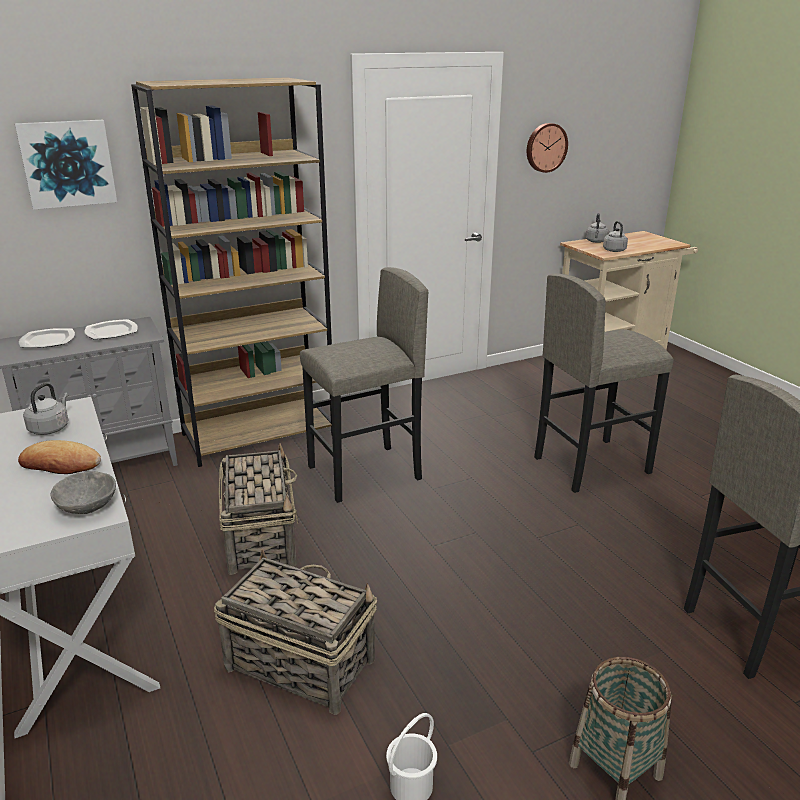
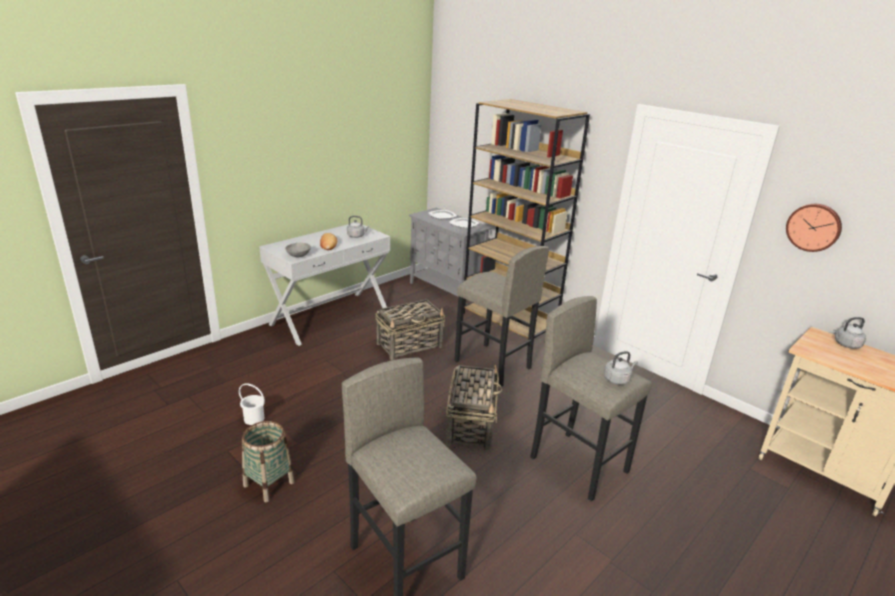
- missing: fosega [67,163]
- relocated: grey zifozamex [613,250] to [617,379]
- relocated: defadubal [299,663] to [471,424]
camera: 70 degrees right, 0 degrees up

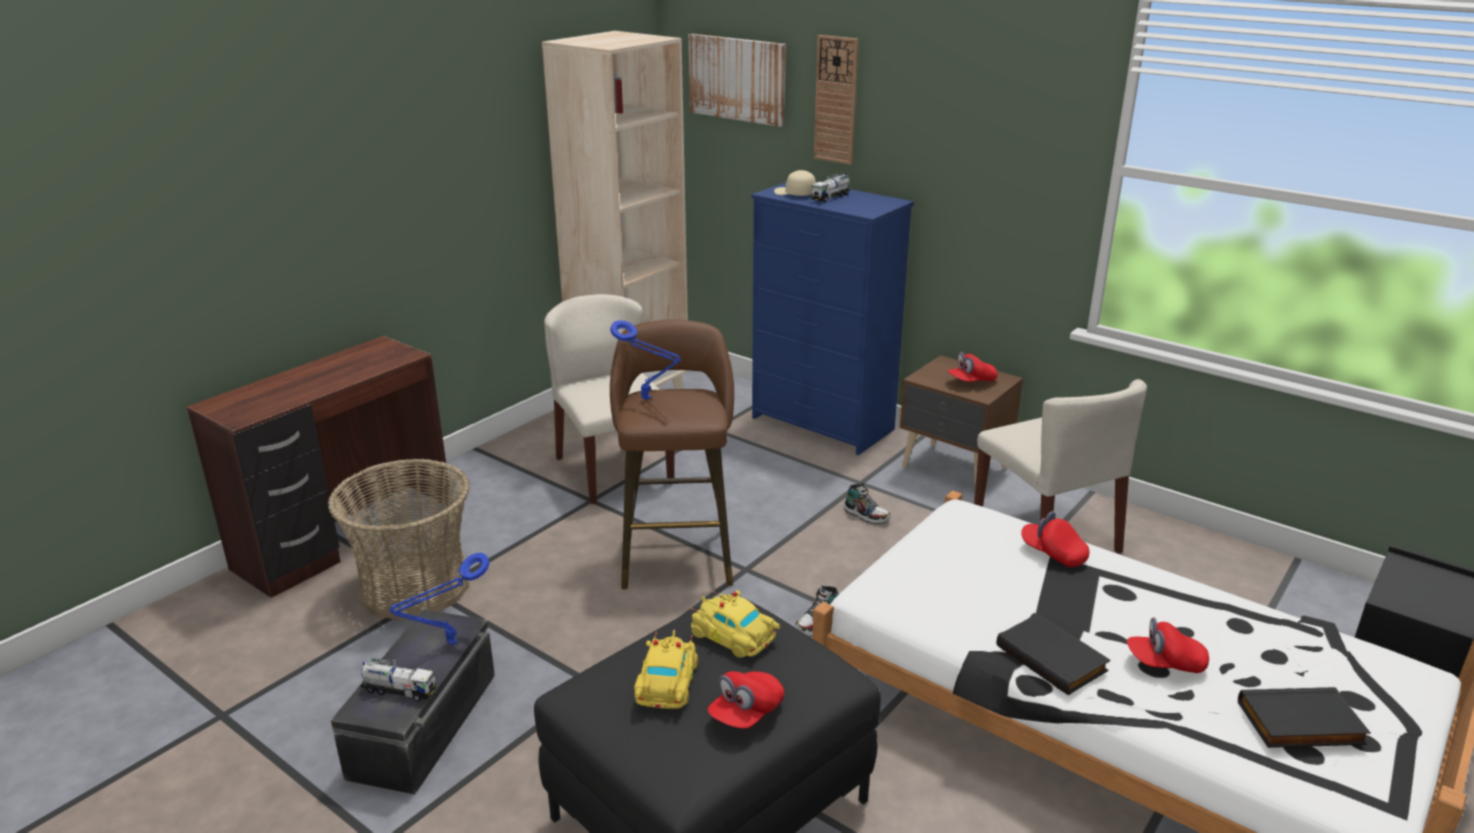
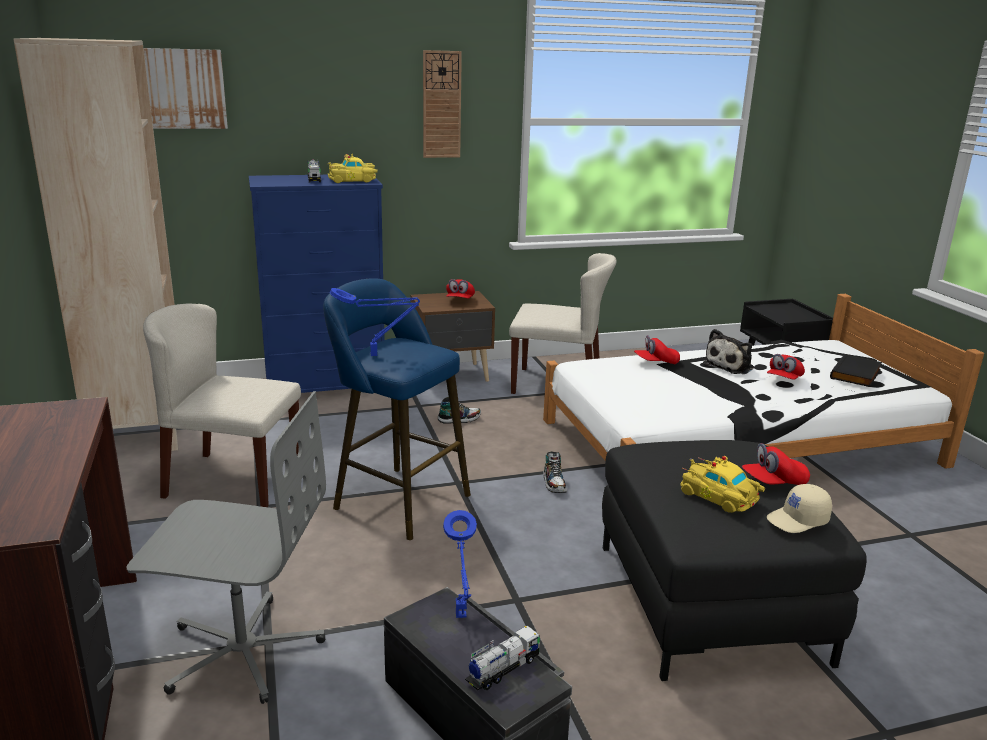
- relocated: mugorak [836,100] to [441,105]
- relocated: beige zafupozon [794,194] to [798,520]
- colour: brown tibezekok [676,552] to blue tibezekok [396,499]
- exchanged: defadubal [415,587] to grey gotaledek [242,650]
- relocated: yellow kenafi [734,637] to [353,180]
- missing: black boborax [1053,658]
- spun: red zafupozon [746,713] = [773,483] 90 degrees clockwise
- appeared: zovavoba [730,366]
camera: 55 degrees left, 5 degrees down

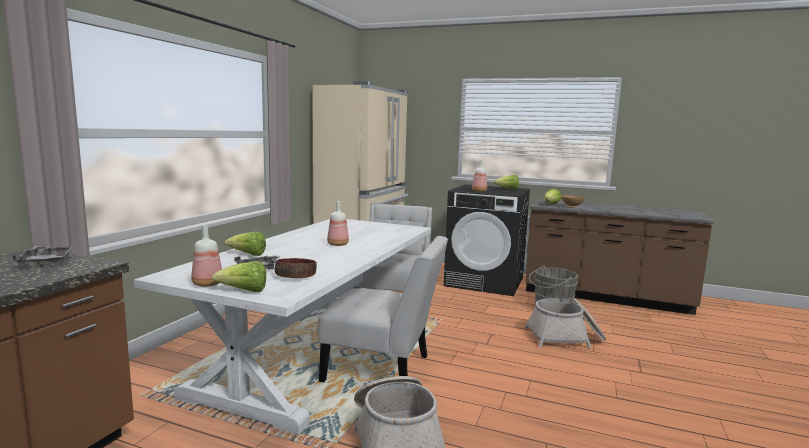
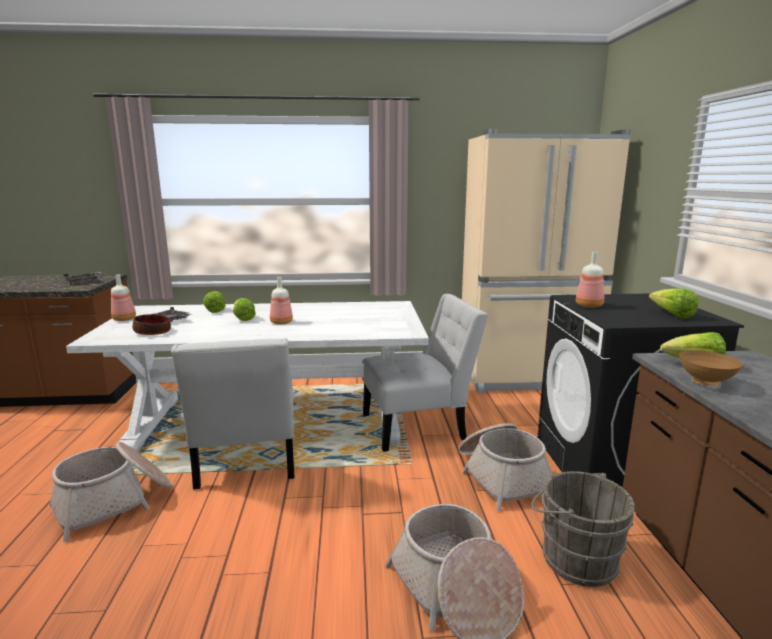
- relocated: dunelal [244,291] to [243,318]
- appeared: defadubal [502,477]
camera: 65 degrees right, 5 degrees up

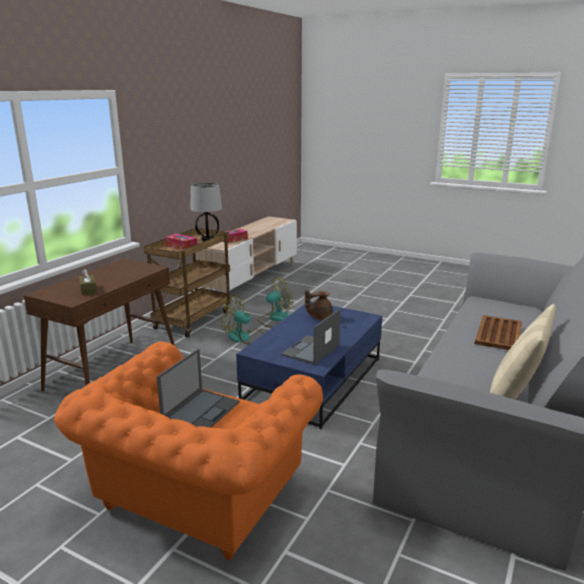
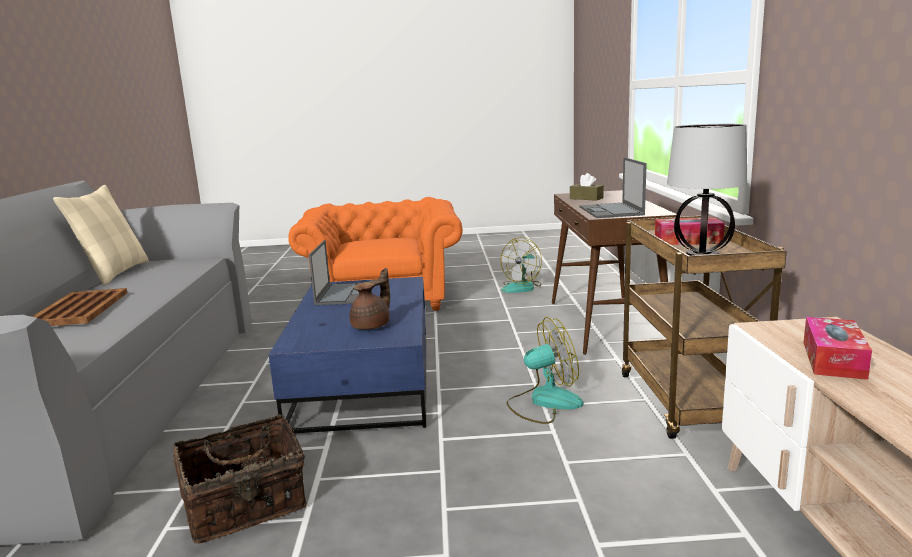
- relocated: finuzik [275,319] to [522,287]
- relocated: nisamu [201,411] to [611,211]
- appeared: defadubal [246,506]
camera: 150 degrees right, 5 degrees down

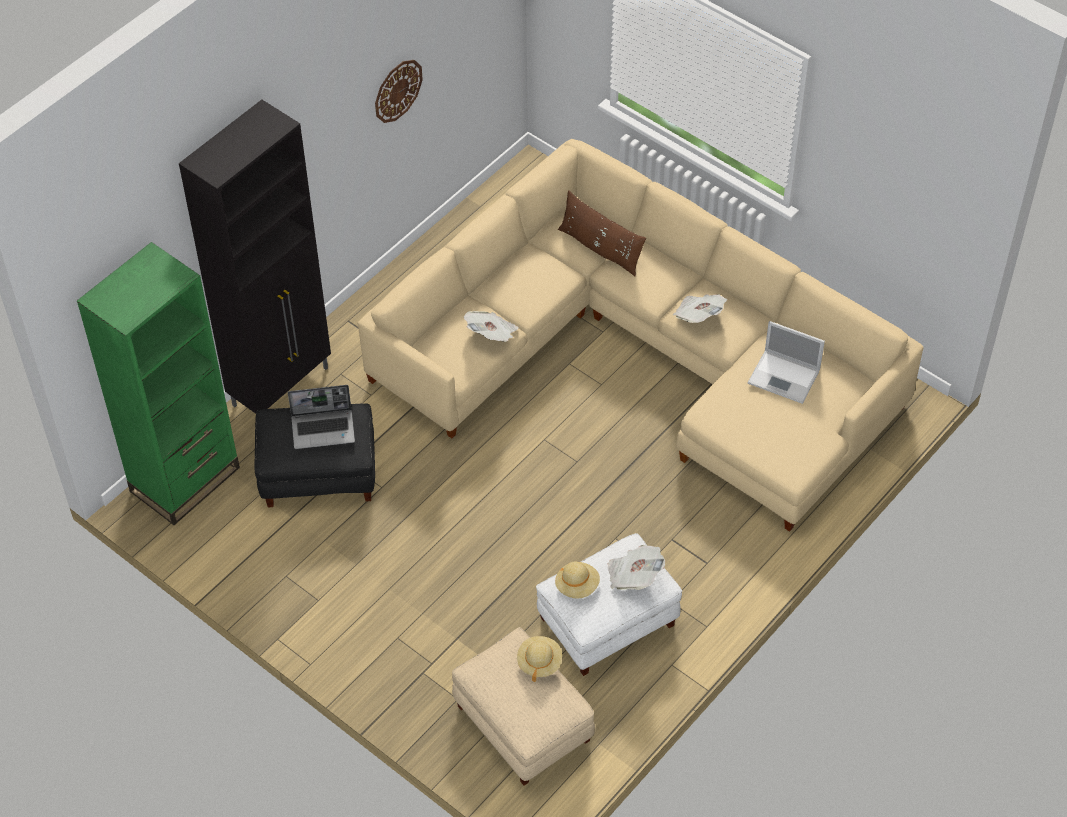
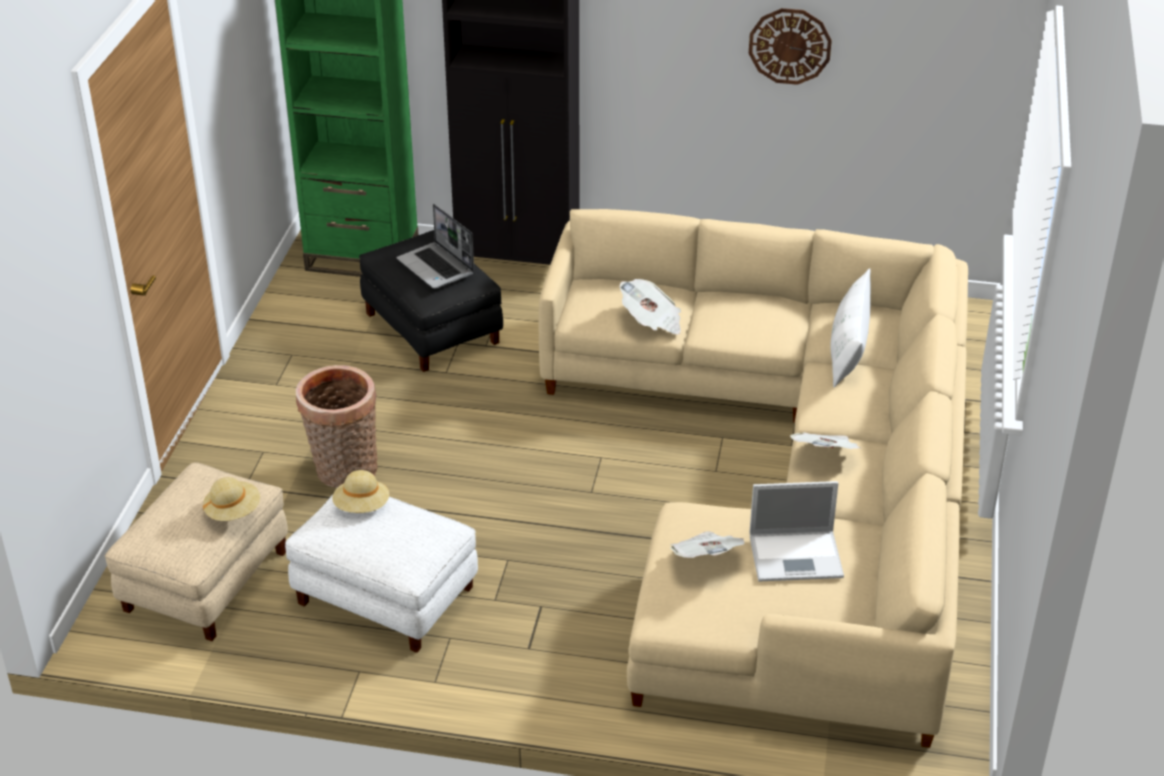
- colour: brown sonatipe [600,248] to white sonatipe [847,350]
- spun: nisamu [785,377] = [797,556] 90 degrees counterclockwise
- relocated: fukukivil [634,576] to [706,559]
- appeared: defadubal [344,473]
camera: 60 degrees right, 15 degrees down

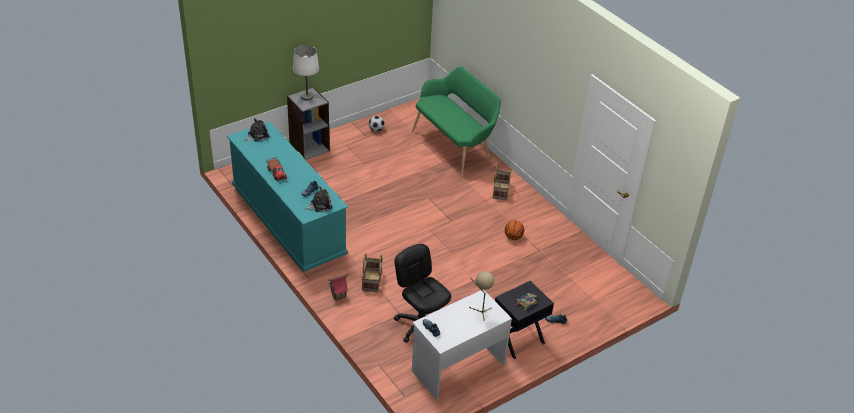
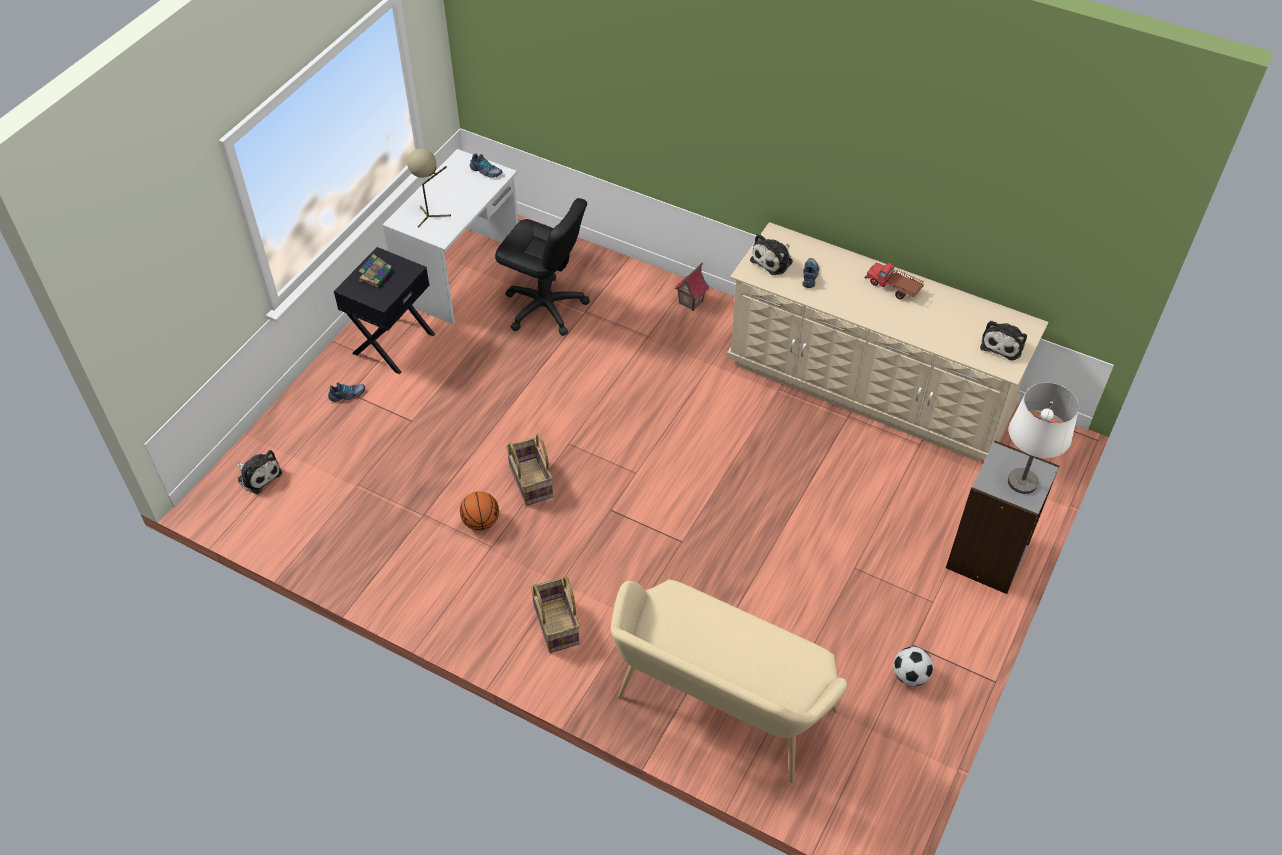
- colour: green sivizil [454,146] to beige sivizil [718,710]
- colour: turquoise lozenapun [288,221] to beige lozenapun [869,385]
- relocated: defadubal [372,281] to [530,481]
- appeared: zovavoba [258,475]
camera: 155 degrees right, 10 degrees up

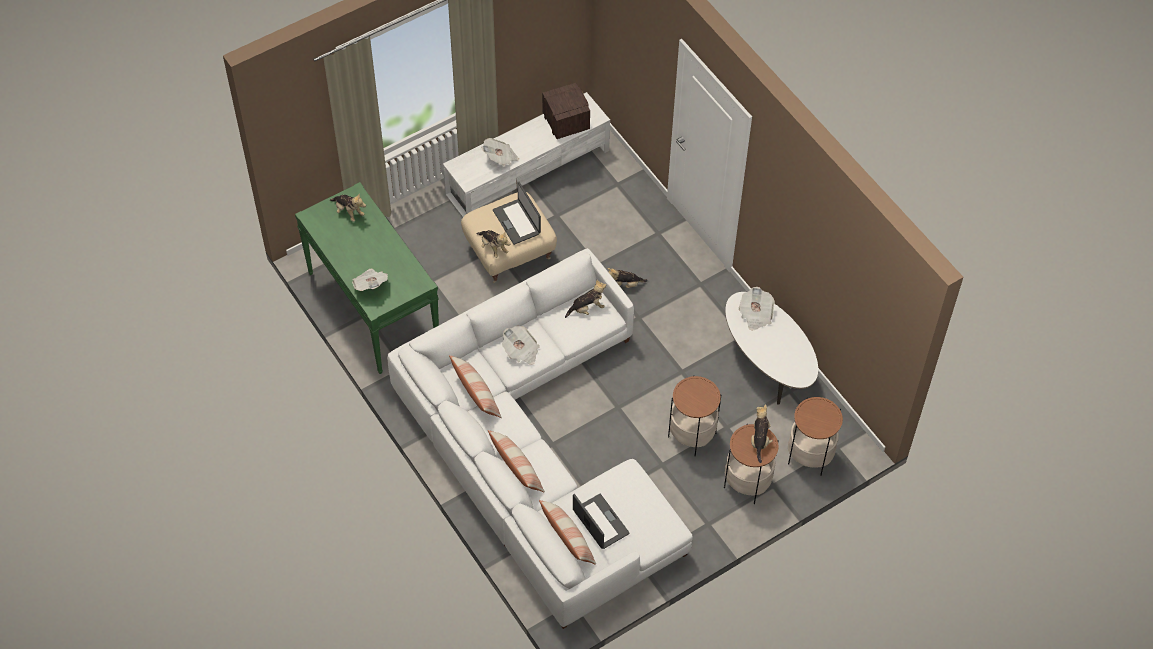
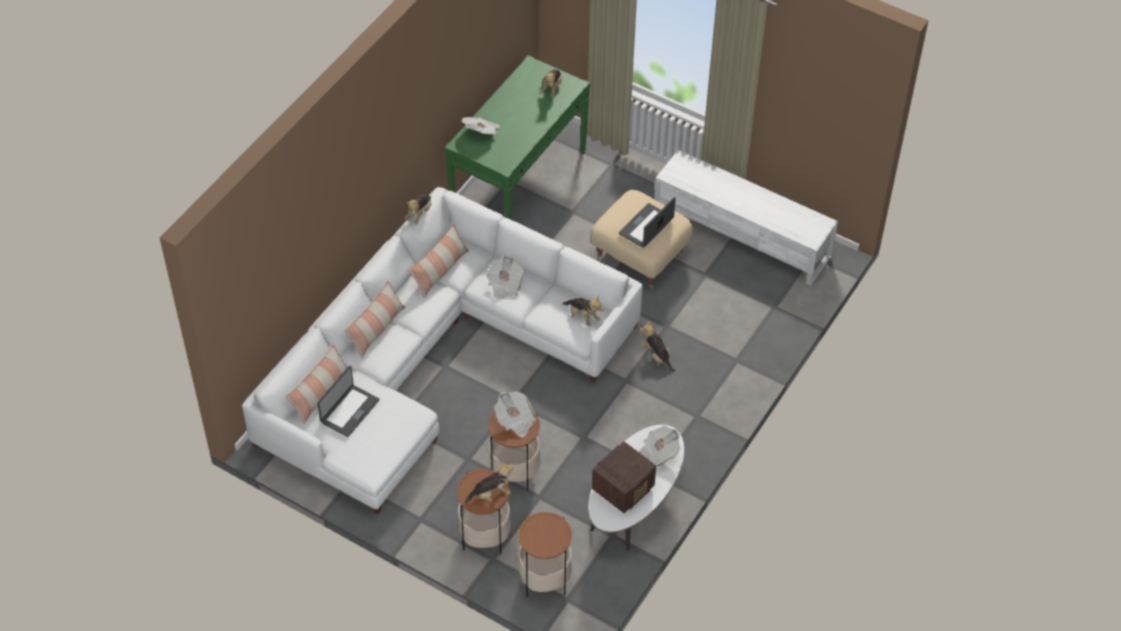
- relocated: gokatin [566,121] to [624,488]
- relocated: fukukivil [500,158] to [515,420]
- relocated: zovavoba [493,247] to [419,214]
camera: 65 degrees right, 5 degrees down

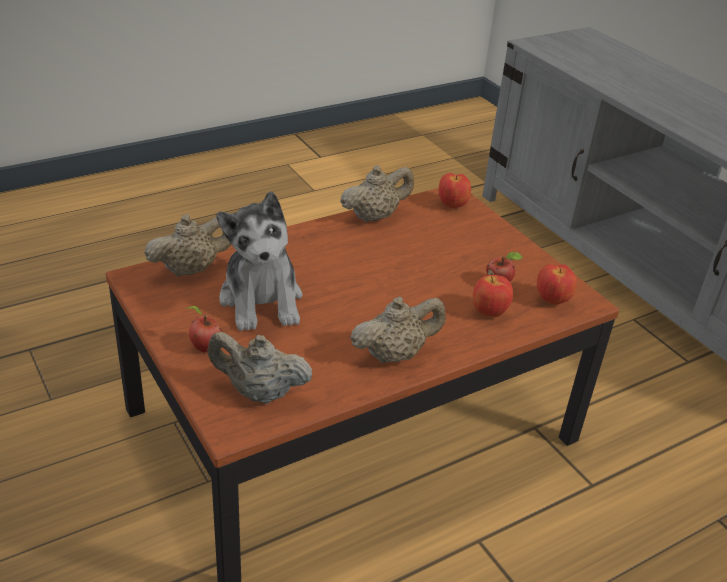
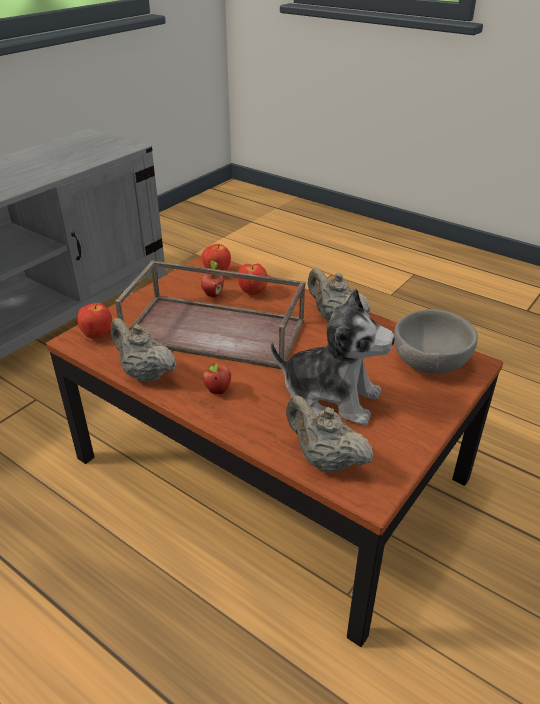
- spun: zovavoba [262,300] = [331,397] 60 degrees clockwise
- relocated: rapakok [204,348] to [218,391]
- exchanged: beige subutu [259,392] to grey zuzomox [432,362]
- appeared: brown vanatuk [217,330]
camera: 110 degrees left, 0 degrees up

